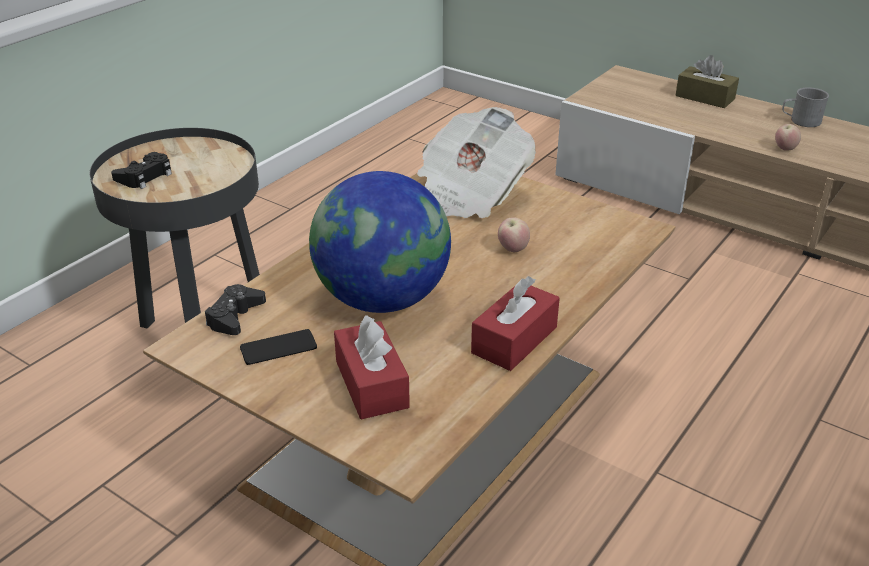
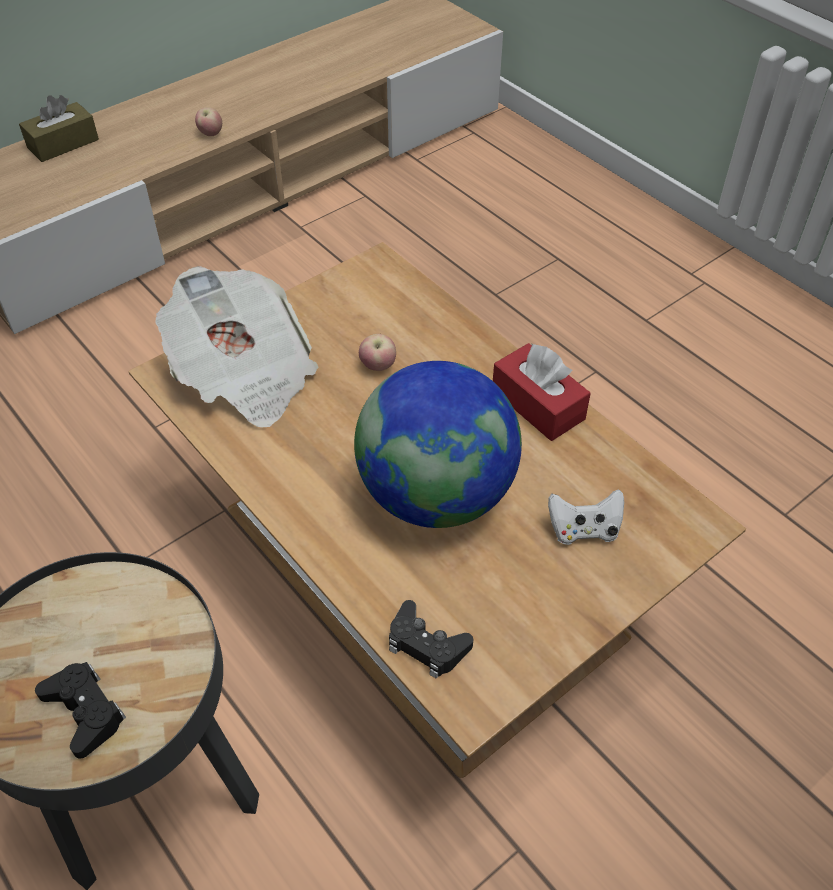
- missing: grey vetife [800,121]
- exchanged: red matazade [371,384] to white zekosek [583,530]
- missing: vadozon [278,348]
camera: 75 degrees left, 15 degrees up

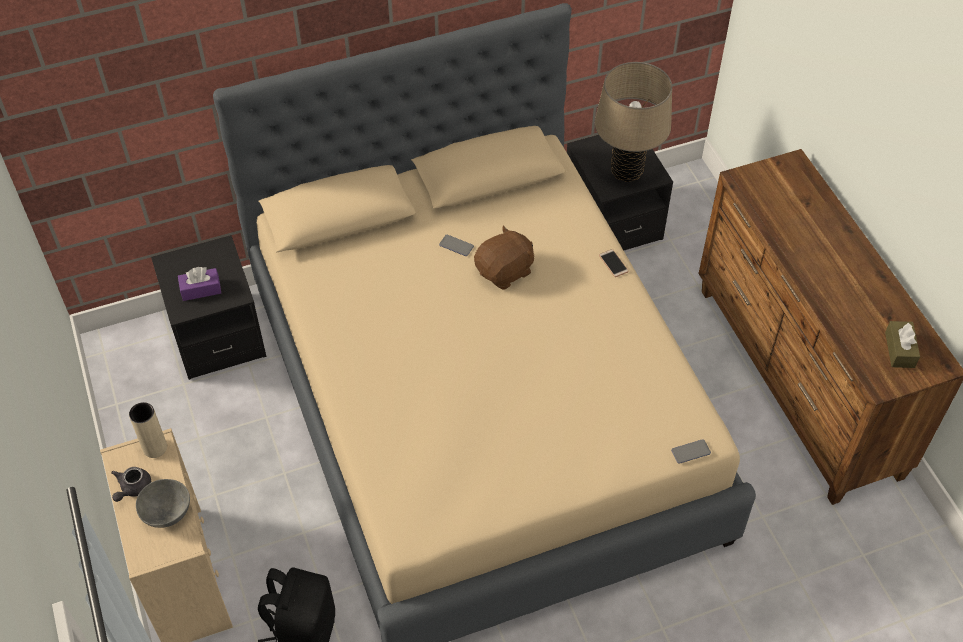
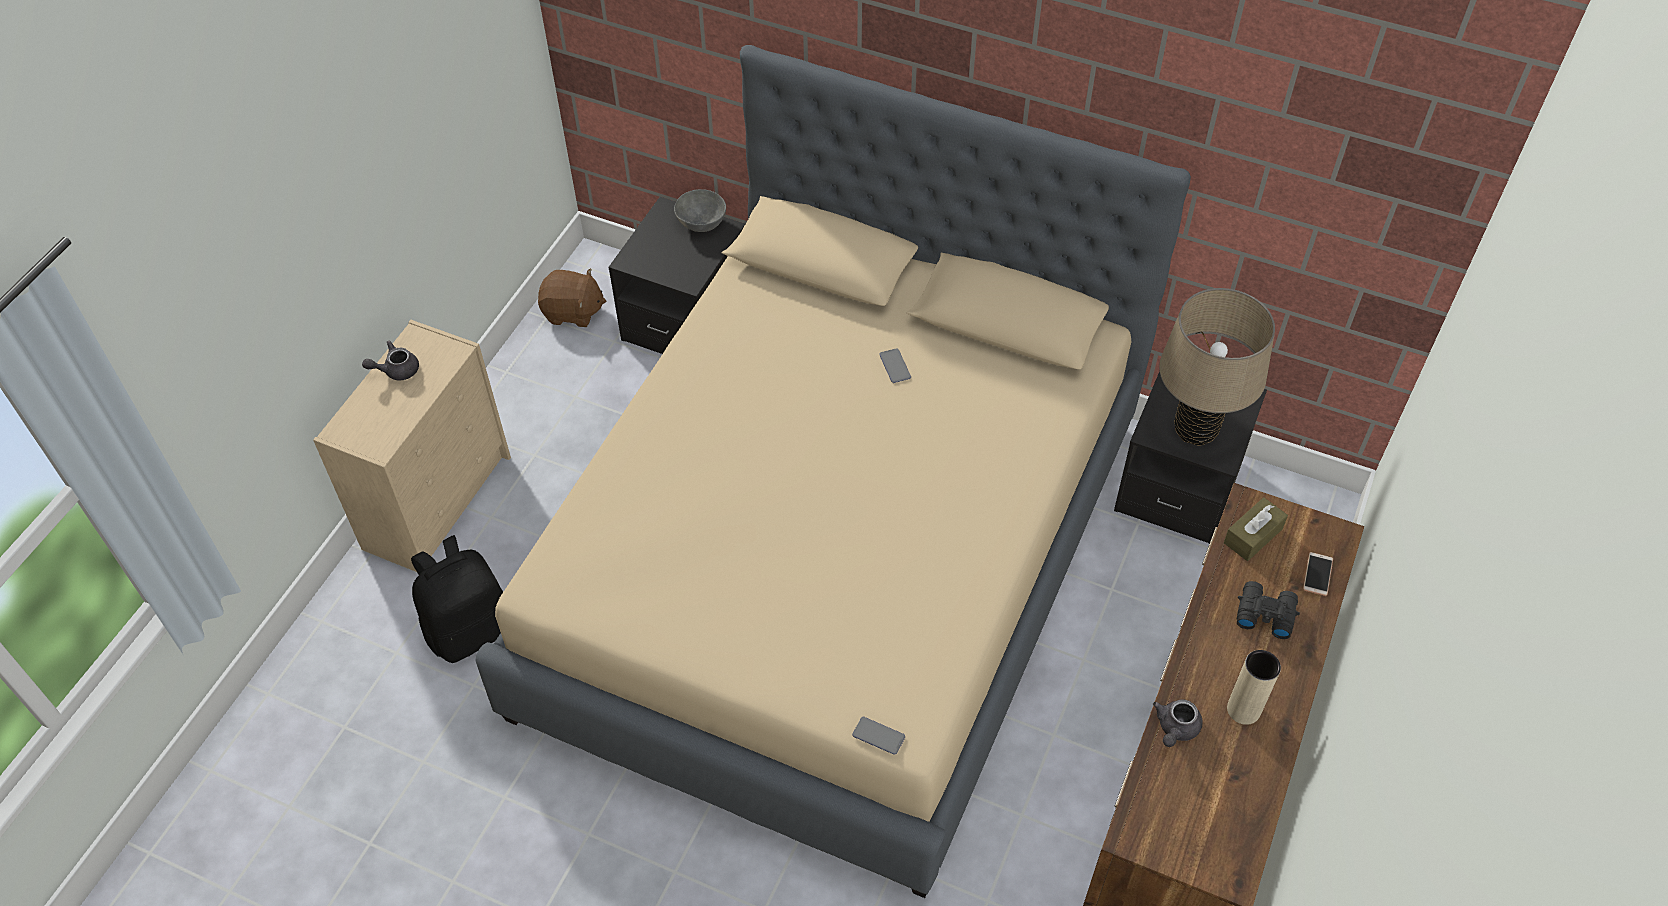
- relocated: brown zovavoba [505,271] to [573,312]
- relocated: vadozon [613,263] to [1317,574]
- missing: purple matazade [201,289]
- relocated: brown matazade [899,350] to [1253,536]
- relocated: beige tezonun [155,448] to [1243,709]
- relocated: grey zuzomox [166,513] to [700,223]
- appeared: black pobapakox [1264,613]
- appeared: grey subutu [1175,729]
camera: 45 degrees right, 0 degrees up

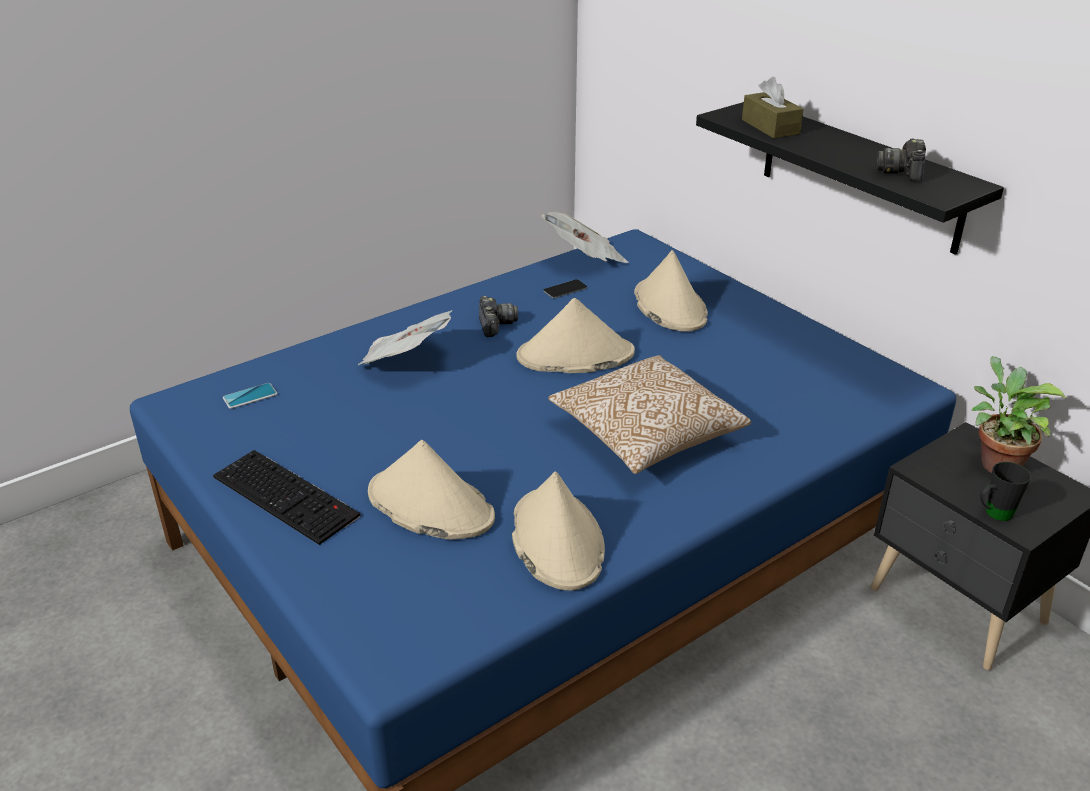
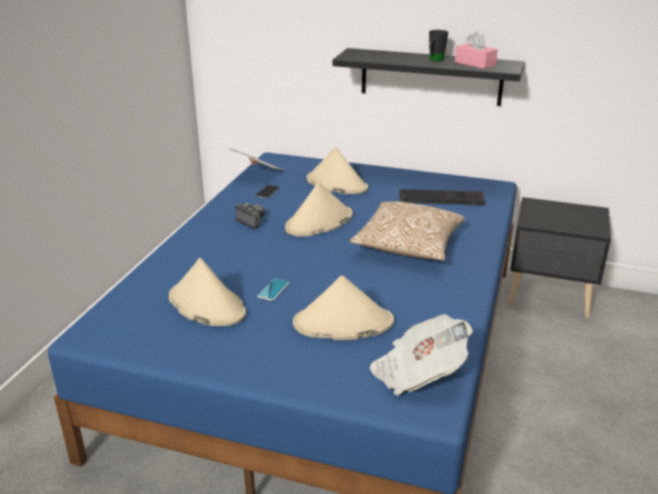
- missing: brown matazade [770,127]
- exchanged: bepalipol [902,172] to pink matazade [475,64]
- relocated: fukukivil [406,360] to [418,373]
- missing: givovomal [995,463]
- relocated: vadozon [250,396] to [273,290]
- relocated: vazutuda [288,496] to [442,197]
- relocated: black vetife [993,514] to [434,60]
- relocated: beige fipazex [556,539] to [206,305]
camera: 35 degrees left, 5 degrees down

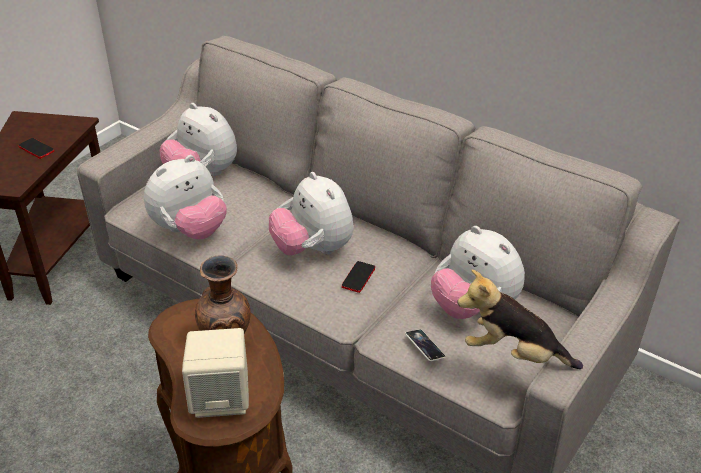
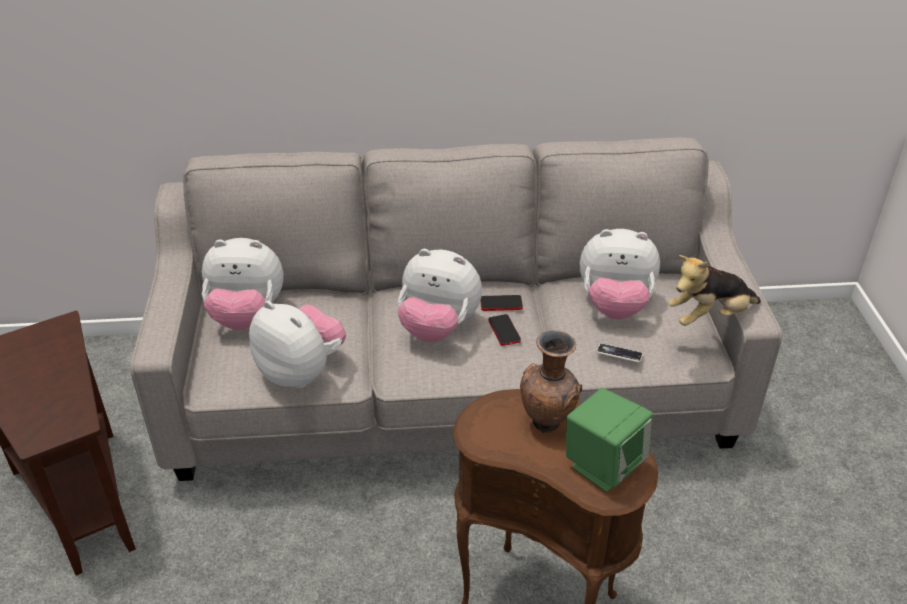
- relocated: vadozon [36,149] to [501,304]
- spun: zovavoba [190,230] = [301,372] 60 degrees counterclockwise
- colour: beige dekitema [221,398] to green dekitema [603,465]
camera: 40 degrees left, 0 degrees up

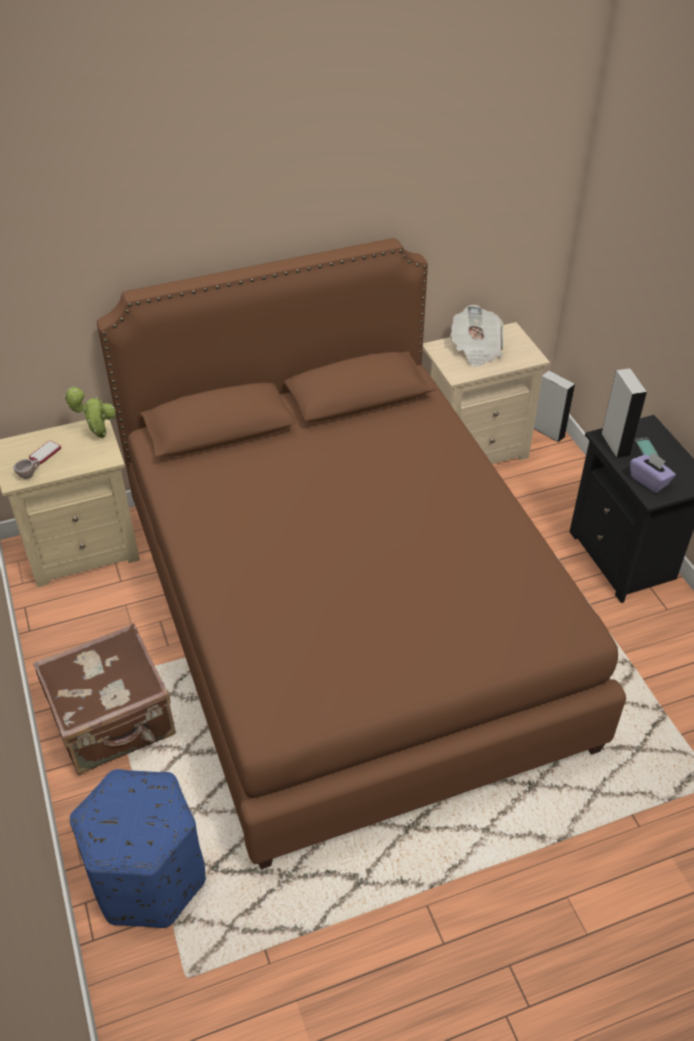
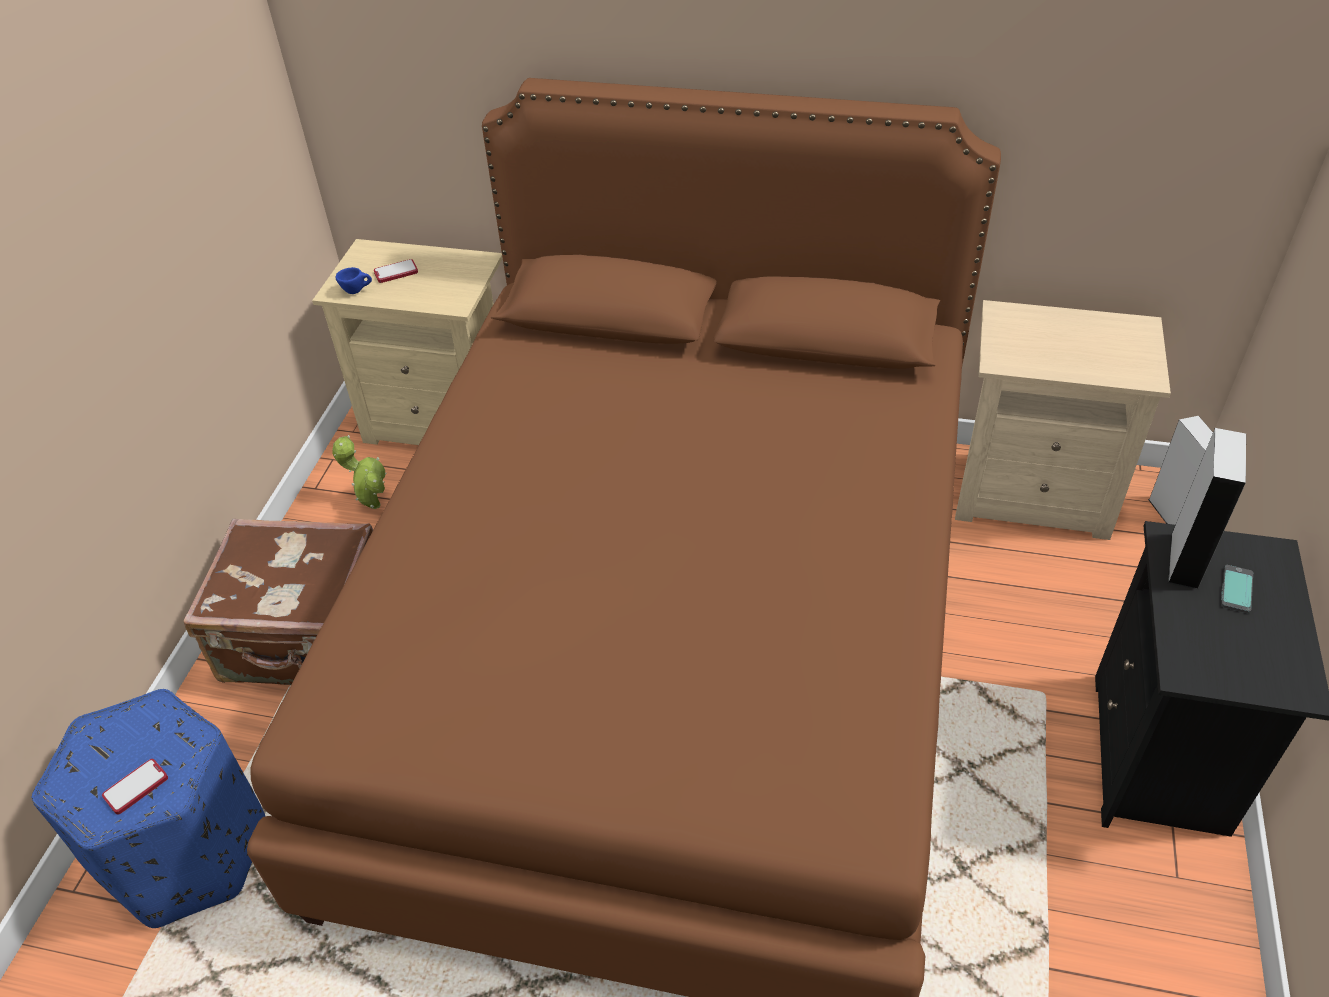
- missing: fukukivil [476,349]
- relocated: givovomal [98,435] to [372,504]
- missing: purple matazade [649,481]
- colour: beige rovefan [29,475] to blue rovefan [357,291]
- appeared: vadozon [136,787]
camera: 35 degrees right, 0 degrees up

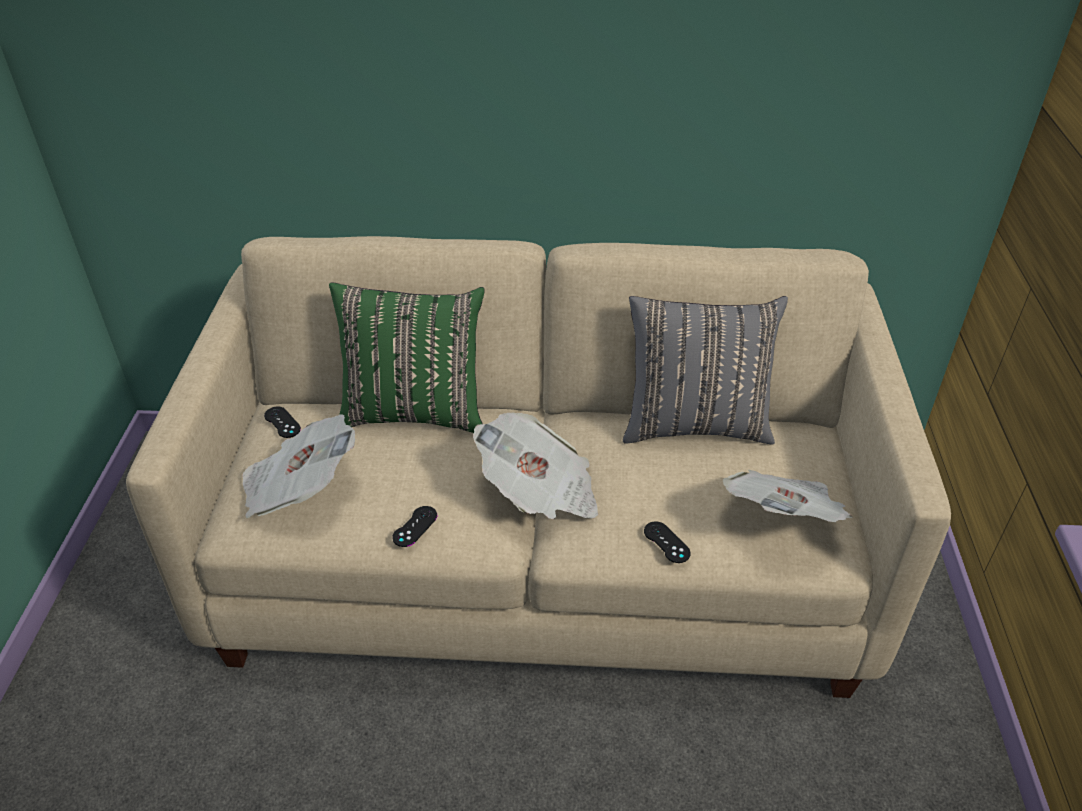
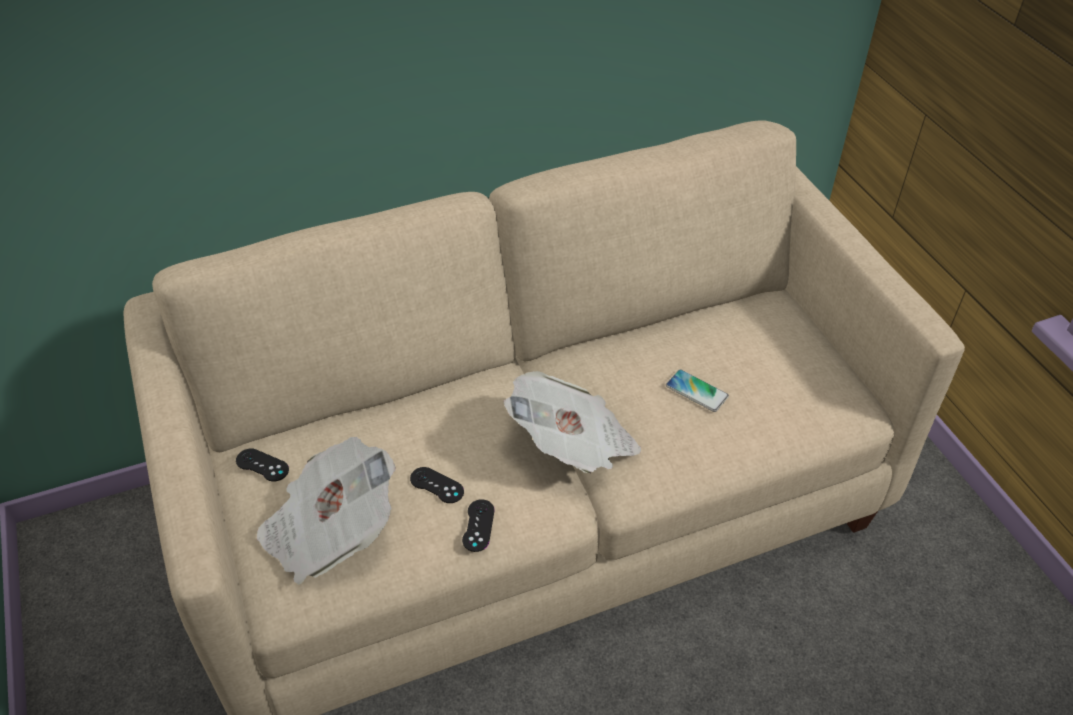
- missing: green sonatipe [415,412]
- missing: grey sonatipe [695,424]
- missing: fukukivil [783,517]
- relocated: black zekosek [666,542] to [437,485]
- appeared: vadozon [696,391]
camera: 25 degrees left, 5 degrees up

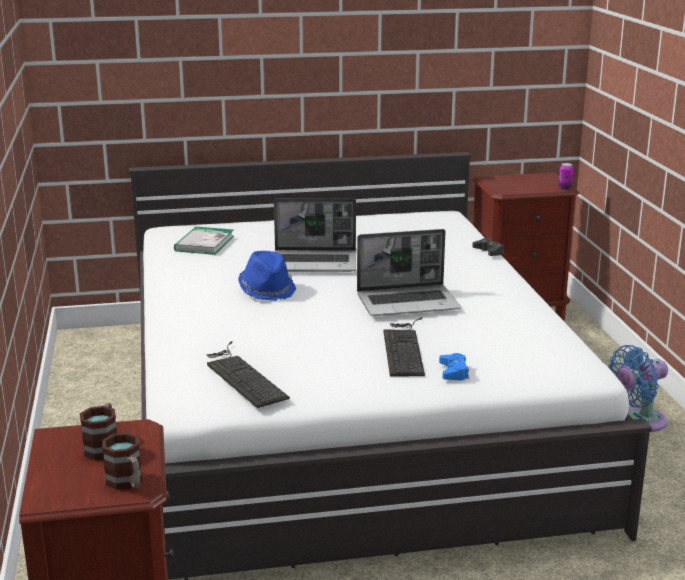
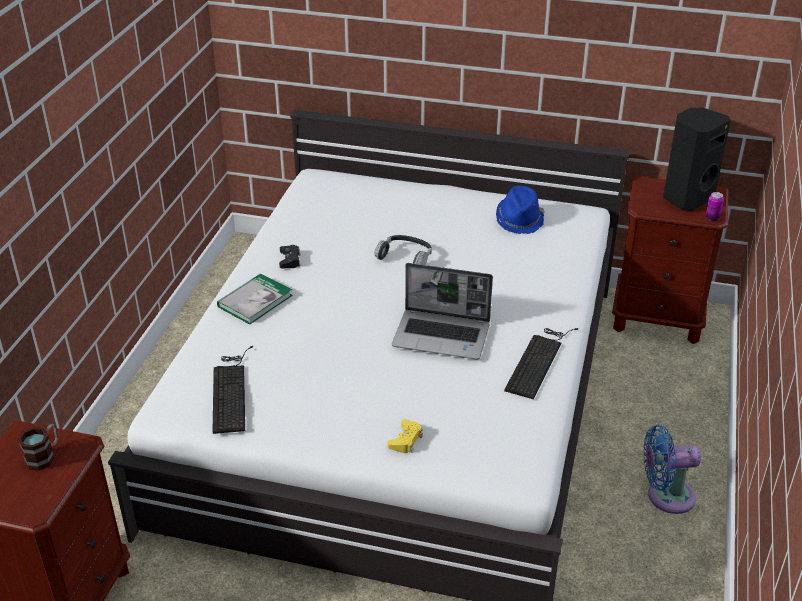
- exchanged: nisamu [315,263] to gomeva [405,257]
- relocated: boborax [204,243] to [255,301]
- relocated: black zekosek [488,251] to [290,260]
- relocated: blue fipazex [267,290] to [519,220]
- relocated: vazutuda [404,347] to [539,360]
- colour: blue zekosek [454,372] to yellow zekosek [406,440]
- missing: vetife [127,483]
- appeared: black dekitema [686,198]
camera: 25 degrees right, 15 degrees up

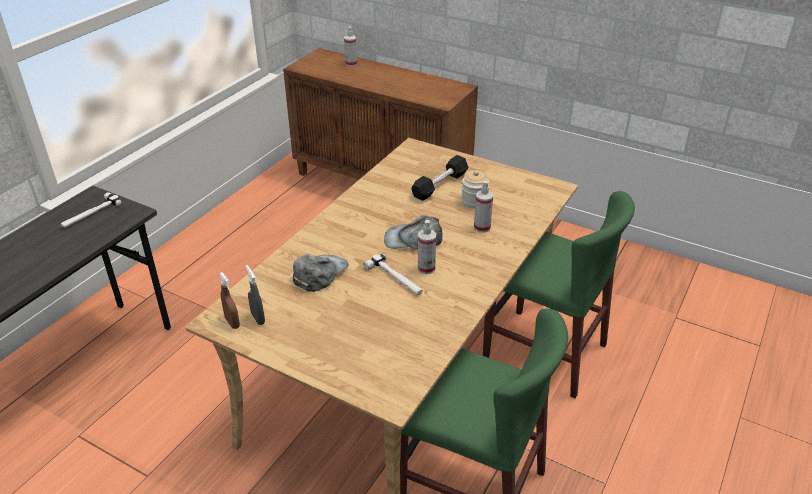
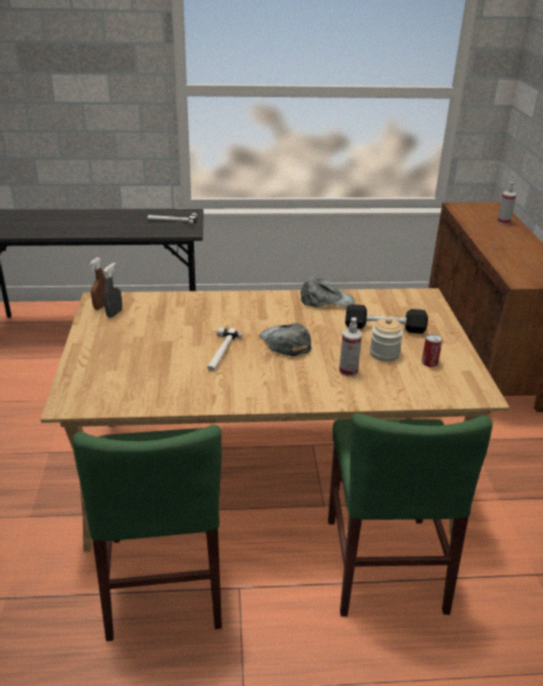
- missing: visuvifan [426,268]
- relocated: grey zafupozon [319,273] to [326,300]
- appeared: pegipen [429,362]
camera: 55 degrees right, 5 degrees down

